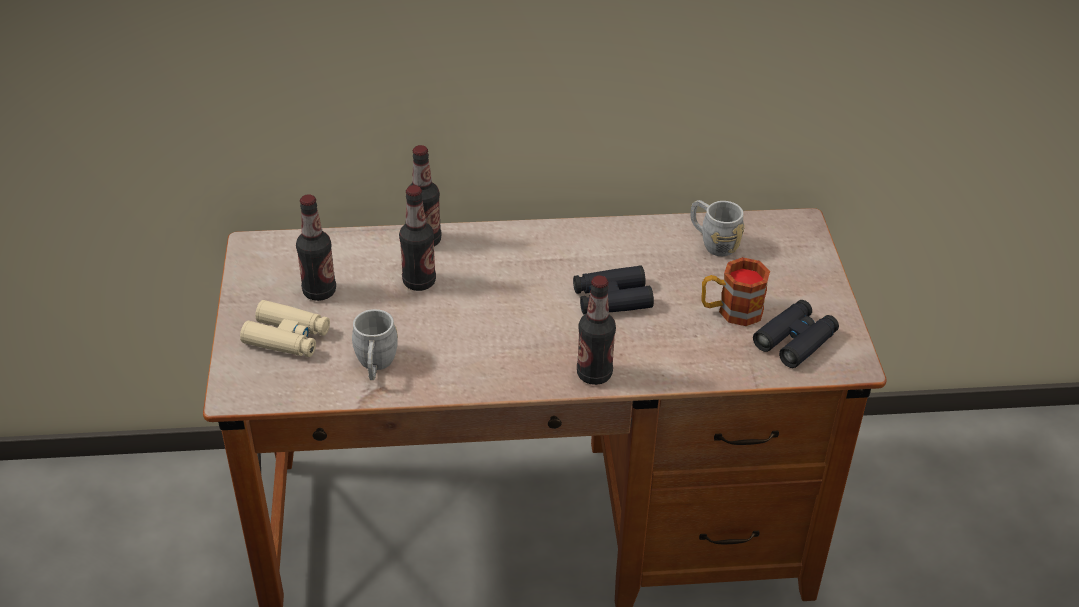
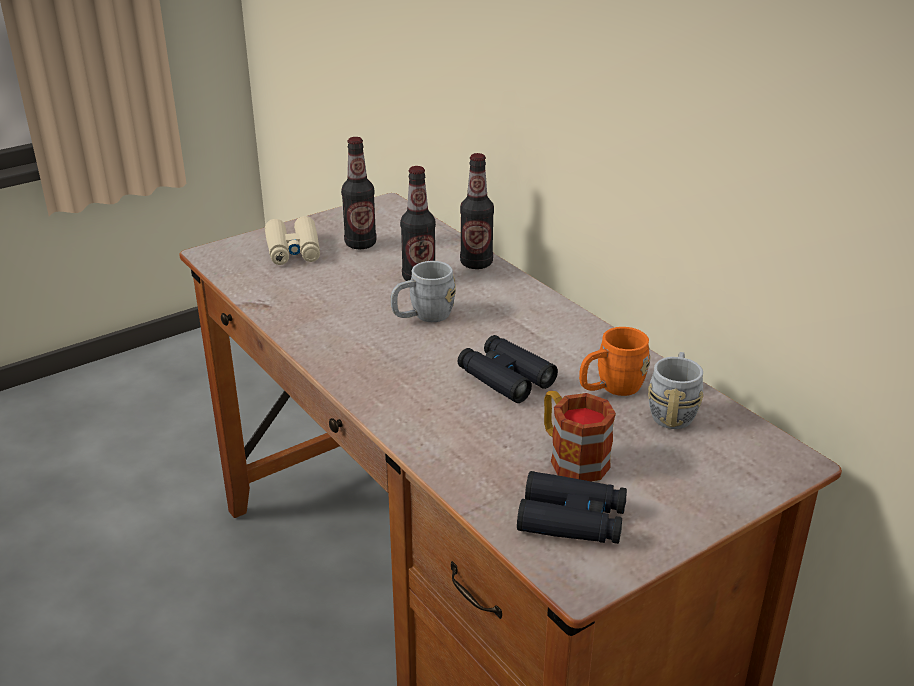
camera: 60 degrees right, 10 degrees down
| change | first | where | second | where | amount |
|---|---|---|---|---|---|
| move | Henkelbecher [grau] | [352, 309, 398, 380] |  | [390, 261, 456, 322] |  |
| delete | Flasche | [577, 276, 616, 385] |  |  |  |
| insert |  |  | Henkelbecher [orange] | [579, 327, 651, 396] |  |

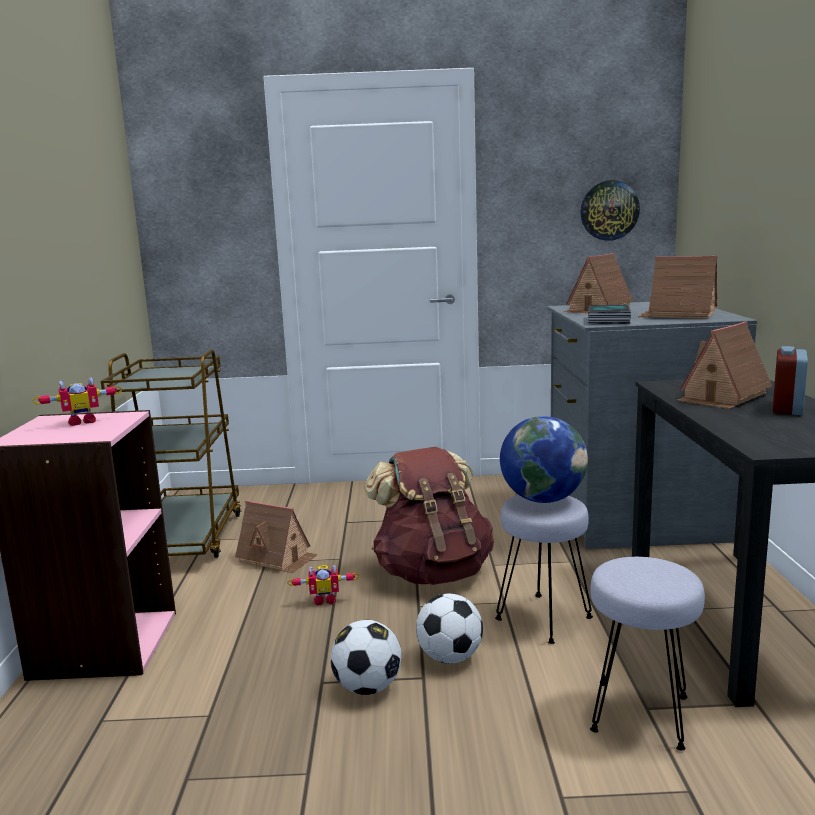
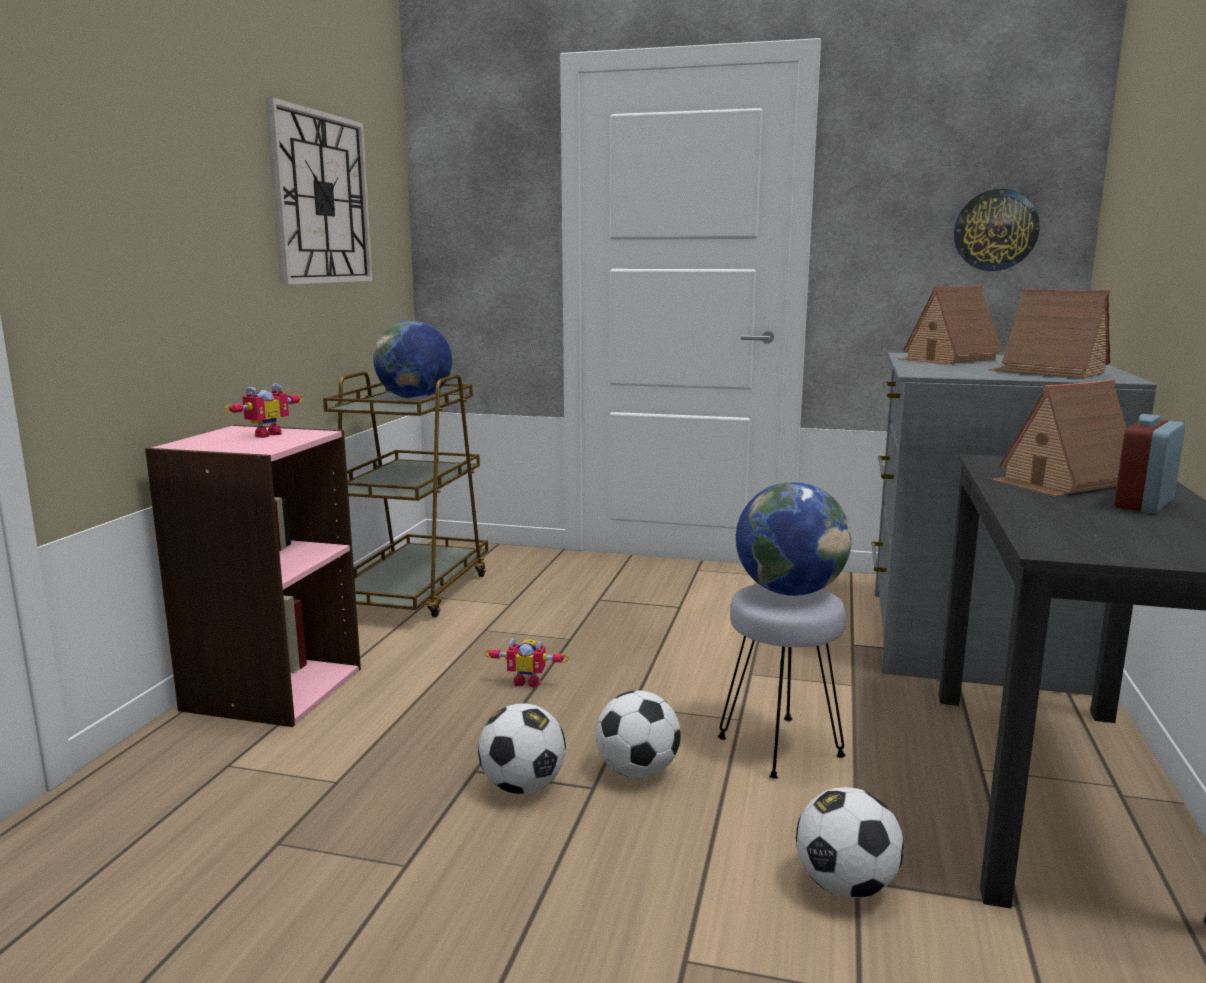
camera: 15 degrees right, 0 degrees up
| change | first | where | second | where | amount |
|---|---|---|---|---|---|
| rotate | Spielzeugroboter | [33, 377, 122, 426] |  | [225, 383, 303, 438] | 45 degrees counterclockwise |
| delete | Spielzeughaus | [235, 500, 318, 573] |  |  |  |
| delete | Rucksack [braun] | [365, 447, 494, 585] |  |  |  |
| delete | Buch | [588, 305, 631, 324] |  |  |  |
| replace | Hocker [grau] | [590, 557, 705, 750] | Fußball | [796, 787, 904, 898] |  |
| insert |  |  | Wanduhr | [265, 97, 373, 285] |  |
| insert |  |  | Globus | [373, 321, 452, 399] |  |

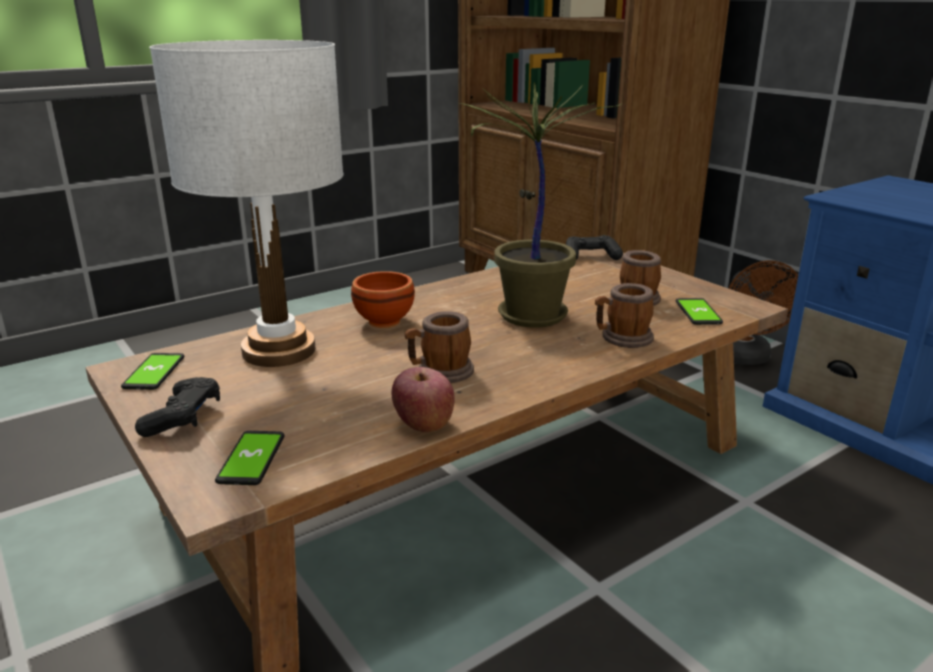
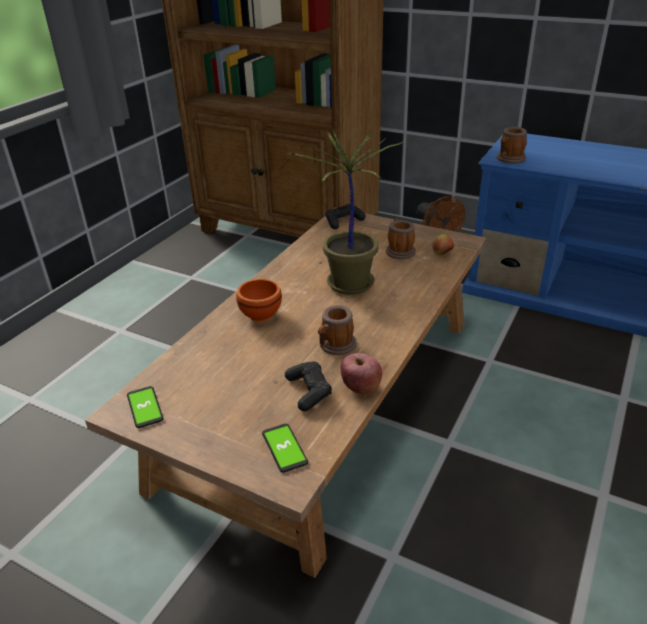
camera: 25 degrees left, 10 degrees up
| change | first | where | second | where | amount |
|---|---|---|---|---|---|
| move | Gamepad [schwarz] | [135, 377, 220, 437] |  | [285, 361, 332, 411] |  |
| delete | Tischlampe [weiß] | [149, 40, 344, 367] |  |  |  |
| move | Henkelbecher | [595, 283, 654, 348] |  | [497, 127, 527, 164] |  |
| replace | Handy | [676, 298, 723, 325] | Apfel | [433, 234, 454, 255] |  |

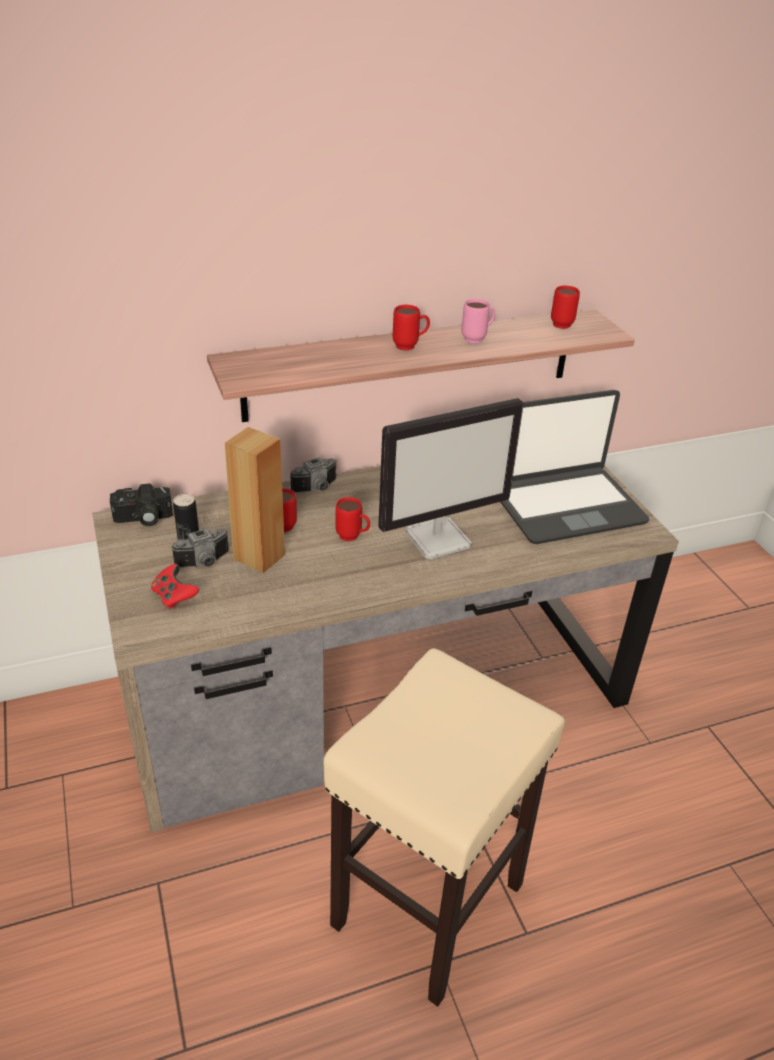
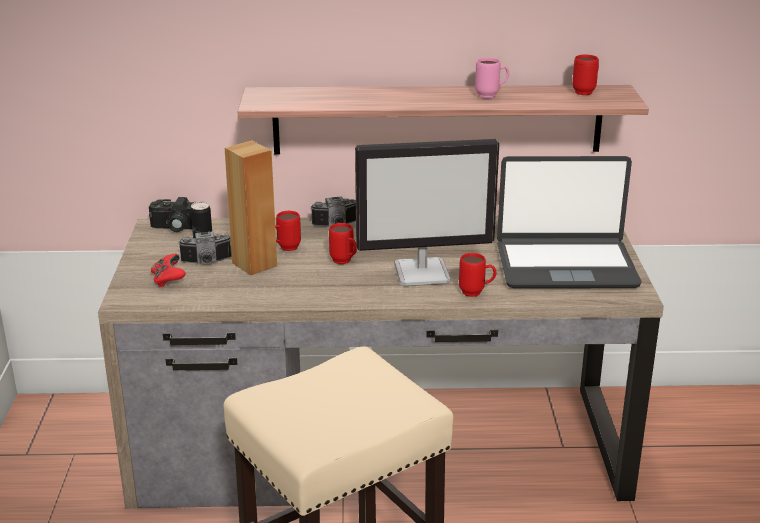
camera: 20 degrees right, 10 degrees down
| change | first | where | second | where | amount |
|---|---|---|---|---|---|
| move | Henkelbecher [rot] | [393, 305, 430, 350] |  | [459, 253, 496, 297] |  |

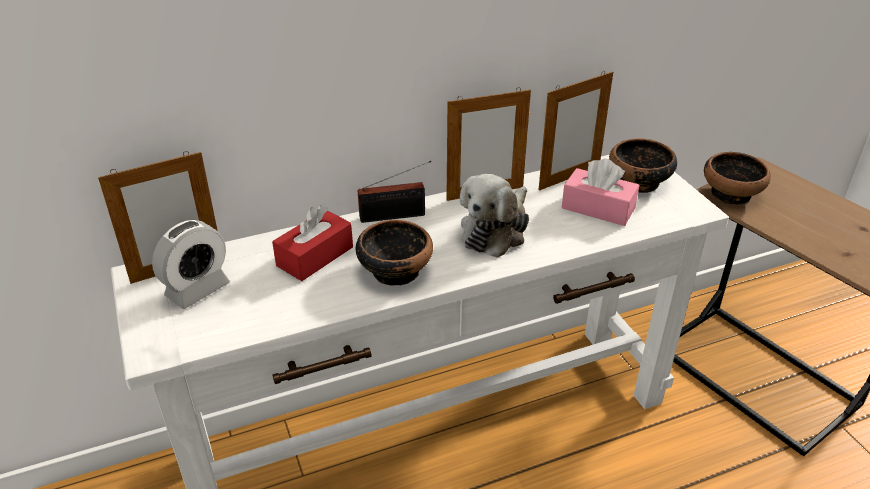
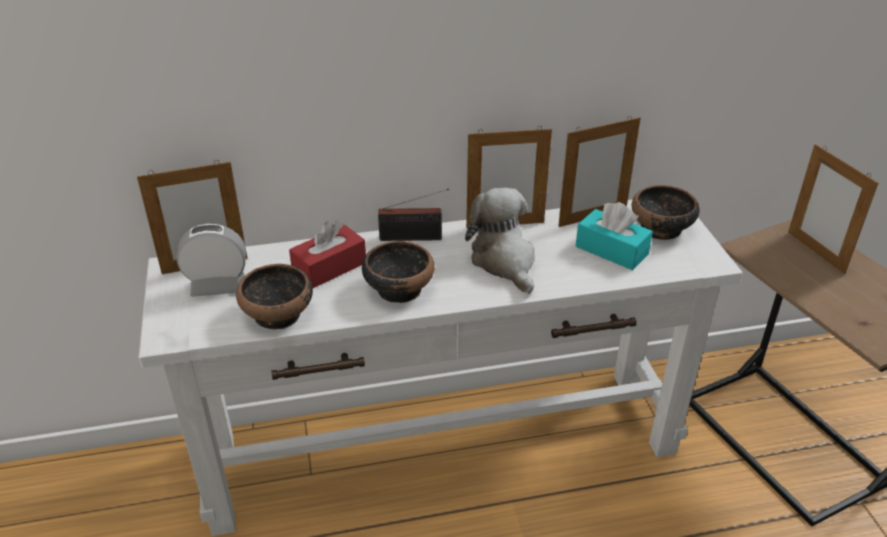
camera: 10 degrees right, 0 degrees up
| change | first | where | second | where | amount |
|---|---|---|---|---|---|
| rotate | Wecker | [152, 220, 230, 309] |  | [177, 224, 246, 297] | 150 degrees counterclockwise |
| rotate | Plüschtier | [460, 174, 529, 258] |  | [465, 187, 535, 294] | 120 degrees clockwise |
| recolor | Taschentuchbox [rosa] | [562, 158, 639, 226] | Taschentuchbox [türkis] | [576, 202, 653, 270] |  |
| move | Schüssel | [704, 152, 771, 205] |  | [236, 264, 313, 329] |  |
| insert |  |  | Bilderrahmen | [788, 144, 878, 274] |  |

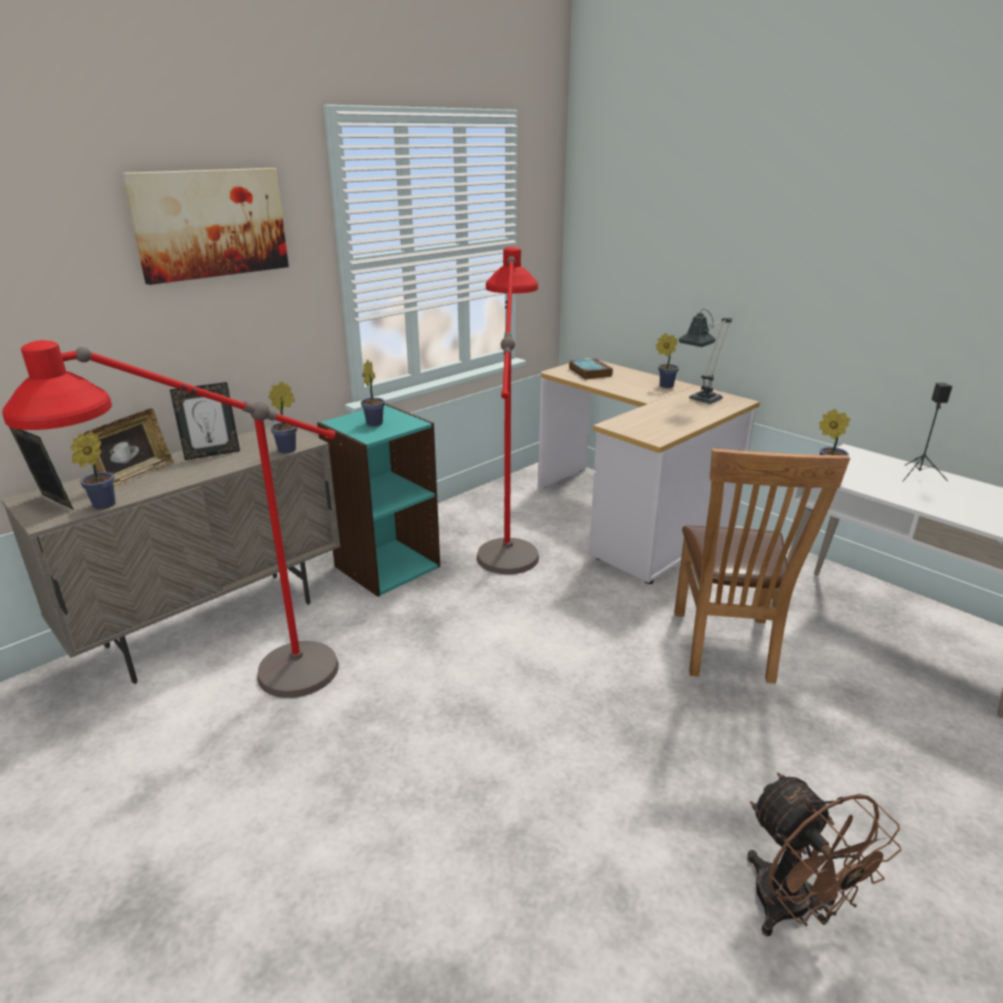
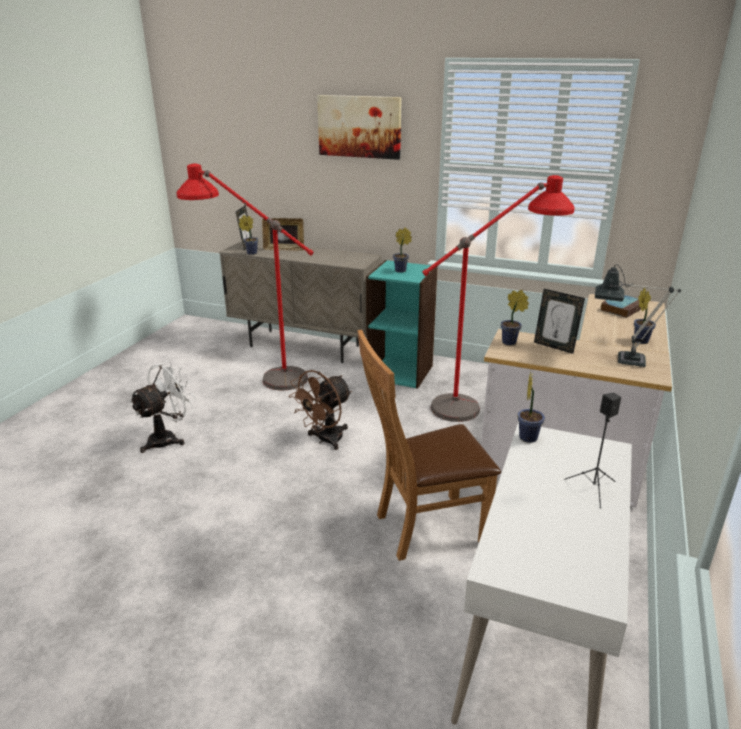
camera: 65 degrees right, 0 degrees up
| change | first | where | second | where | amount |
|---|---|---|---|---|---|
| move | Bilderrahmen | [170, 382, 240, 460] |  | [534, 289, 585, 354] |  |
| move | Topfpflanze | [269, 381, 297, 453] |  | [501, 290, 529, 345] |  |
| move | Ventilator [braun] | [747, 773, 901, 936] |  | [289, 370, 352, 450] |  |
| insert |  |  | Ventilator [weiß] | [129, 361, 196, 453] |  |

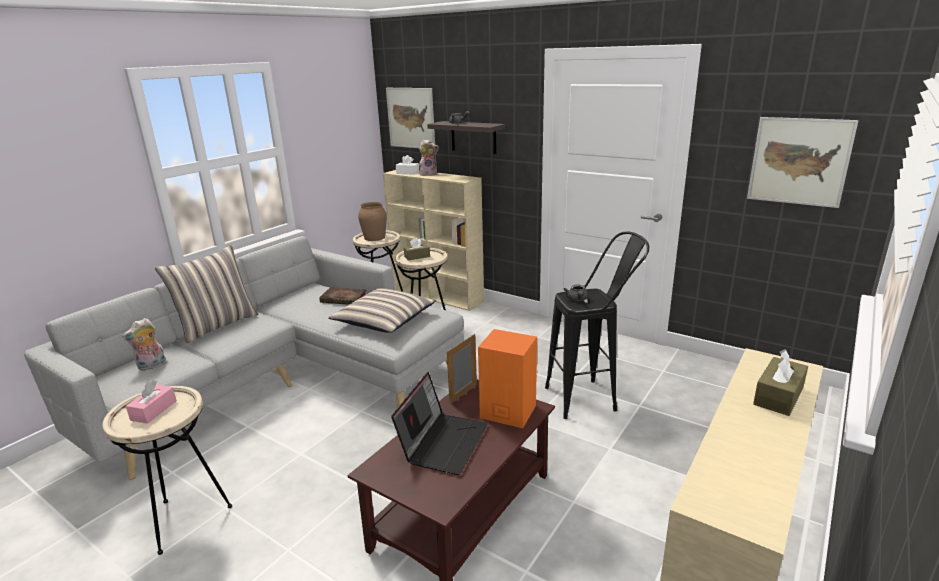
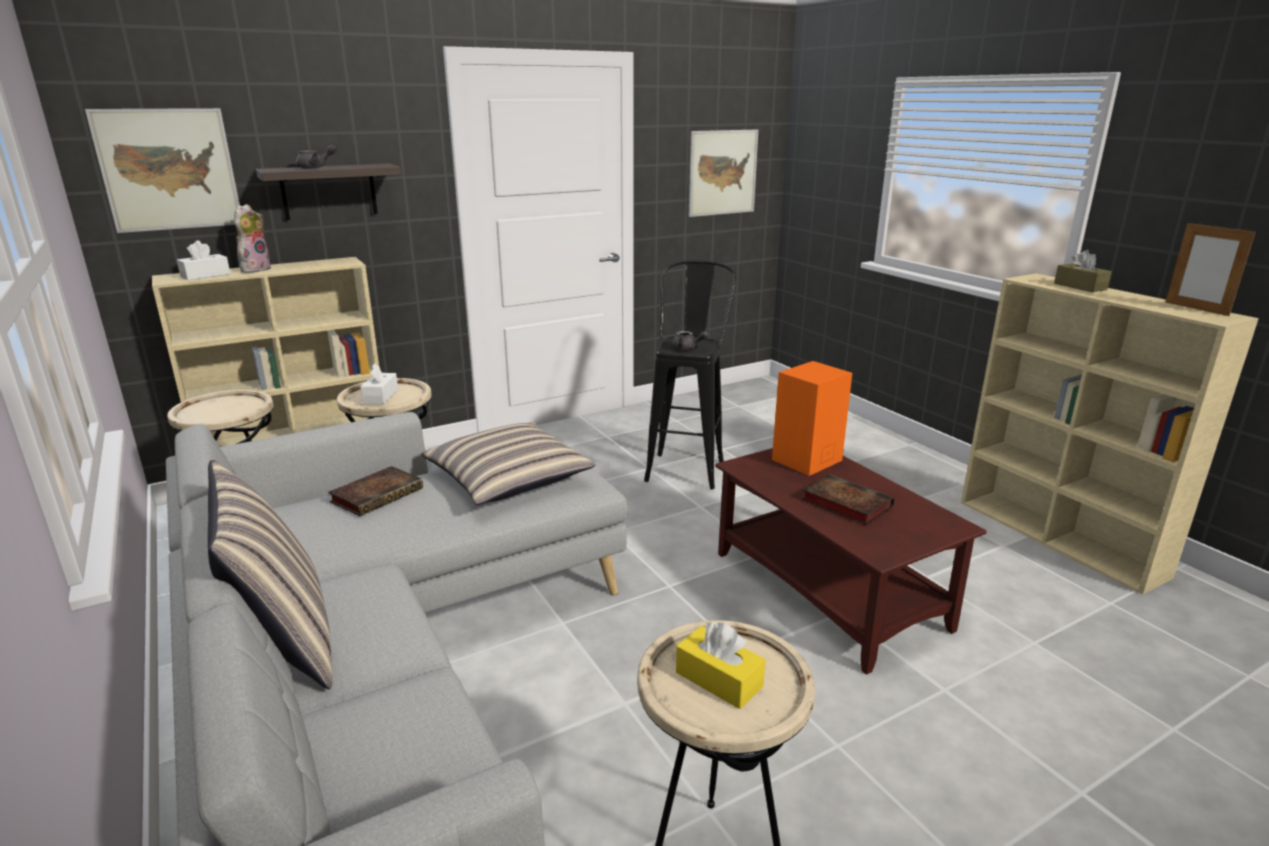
camera: 65 degrees left, 0 degrees up
| change | first | where | second | where | amount |
|---|---|---|---|---|---|
| delete | Plüschtier | [122, 318, 166, 371] |  |  |  |
| recolor | Taschentuchbox [rosa] | [126, 380, 177, 424] | Taschentuchbox [gelb] | [676, 622, 766, 709] |  |
| delete | Vase [braun] | [358, 202, 387, 241] |  |  |  |
| replace | Laptop | [391, 372, 488, 475] | Buch | [802, 474, 894, 525] |  |
| recolor | Taschentuchbox [braun] | [404, 237, 430, 261] | Taschentuchbox [weiß] | [360, 363, 398, 404] |  |
| move | Bilderrahmen | [447, 334, 477, 404] |  | [1165, 221, 1256, 316] |  |

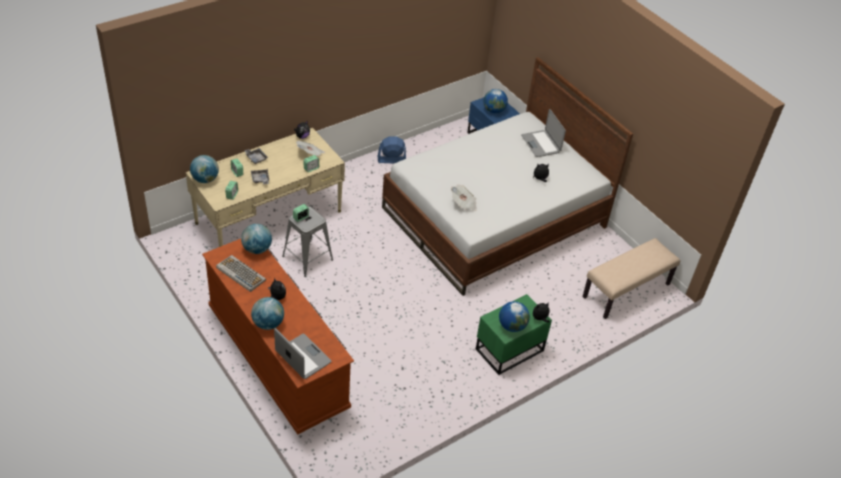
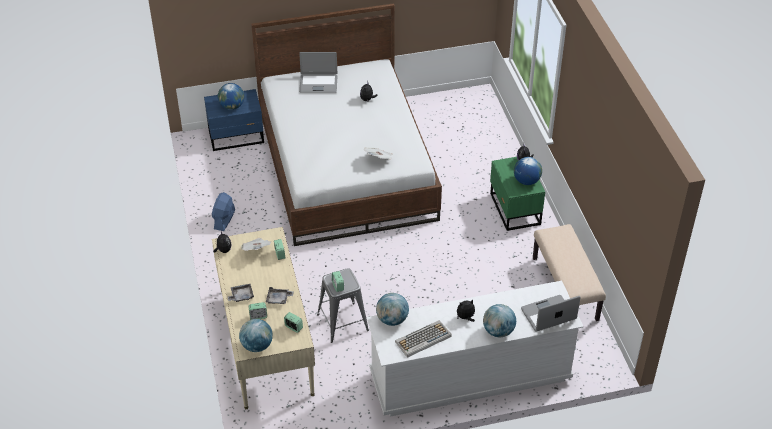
camera: 65 degrees left, 0 degrees up
| change | first | where | second | where | amount |
|---|---|---|---|---|---|
| recolor | Kommode [braun] | [202, 239, 354, 435] | Kommode [weiß] | [367, 281, 583, 417] |  |
| move | Bank [beige] | [582, 238, 680, 319] |  | [533, 224, 606, 321] |  |

